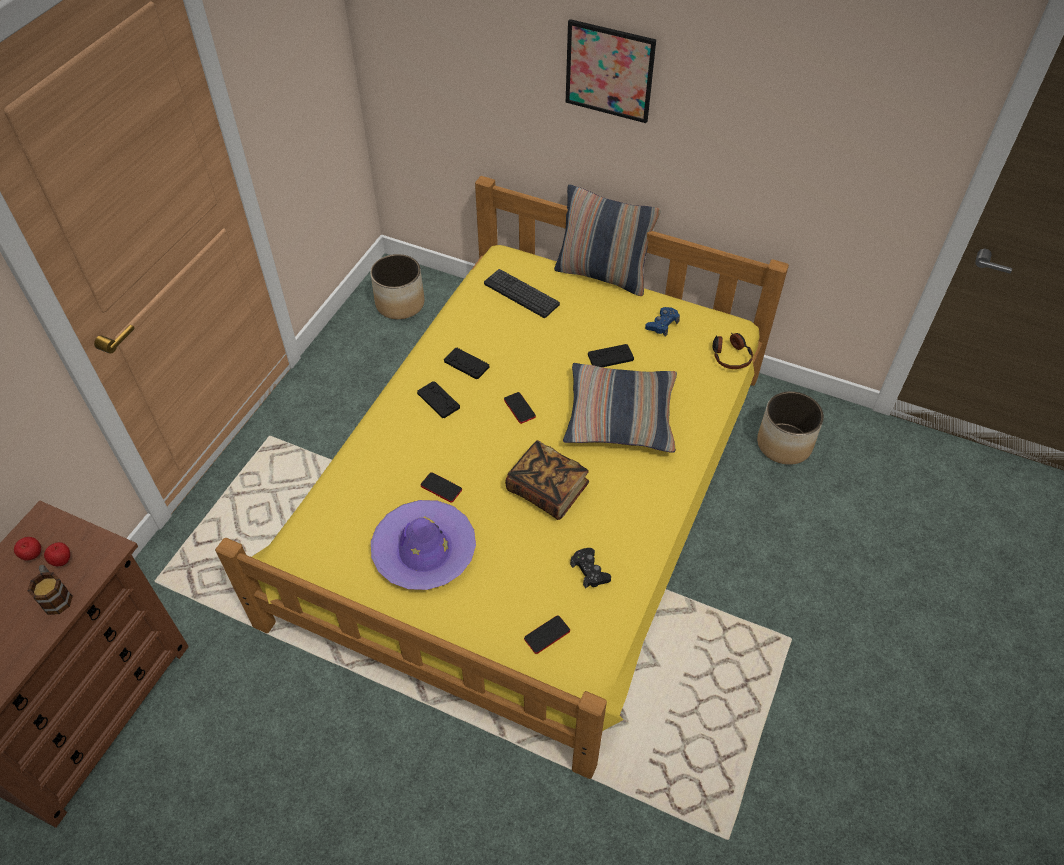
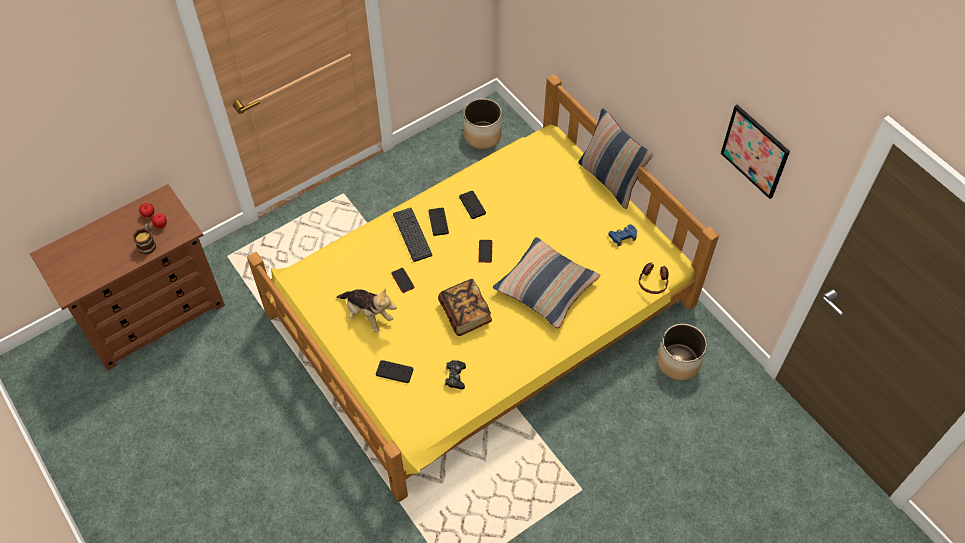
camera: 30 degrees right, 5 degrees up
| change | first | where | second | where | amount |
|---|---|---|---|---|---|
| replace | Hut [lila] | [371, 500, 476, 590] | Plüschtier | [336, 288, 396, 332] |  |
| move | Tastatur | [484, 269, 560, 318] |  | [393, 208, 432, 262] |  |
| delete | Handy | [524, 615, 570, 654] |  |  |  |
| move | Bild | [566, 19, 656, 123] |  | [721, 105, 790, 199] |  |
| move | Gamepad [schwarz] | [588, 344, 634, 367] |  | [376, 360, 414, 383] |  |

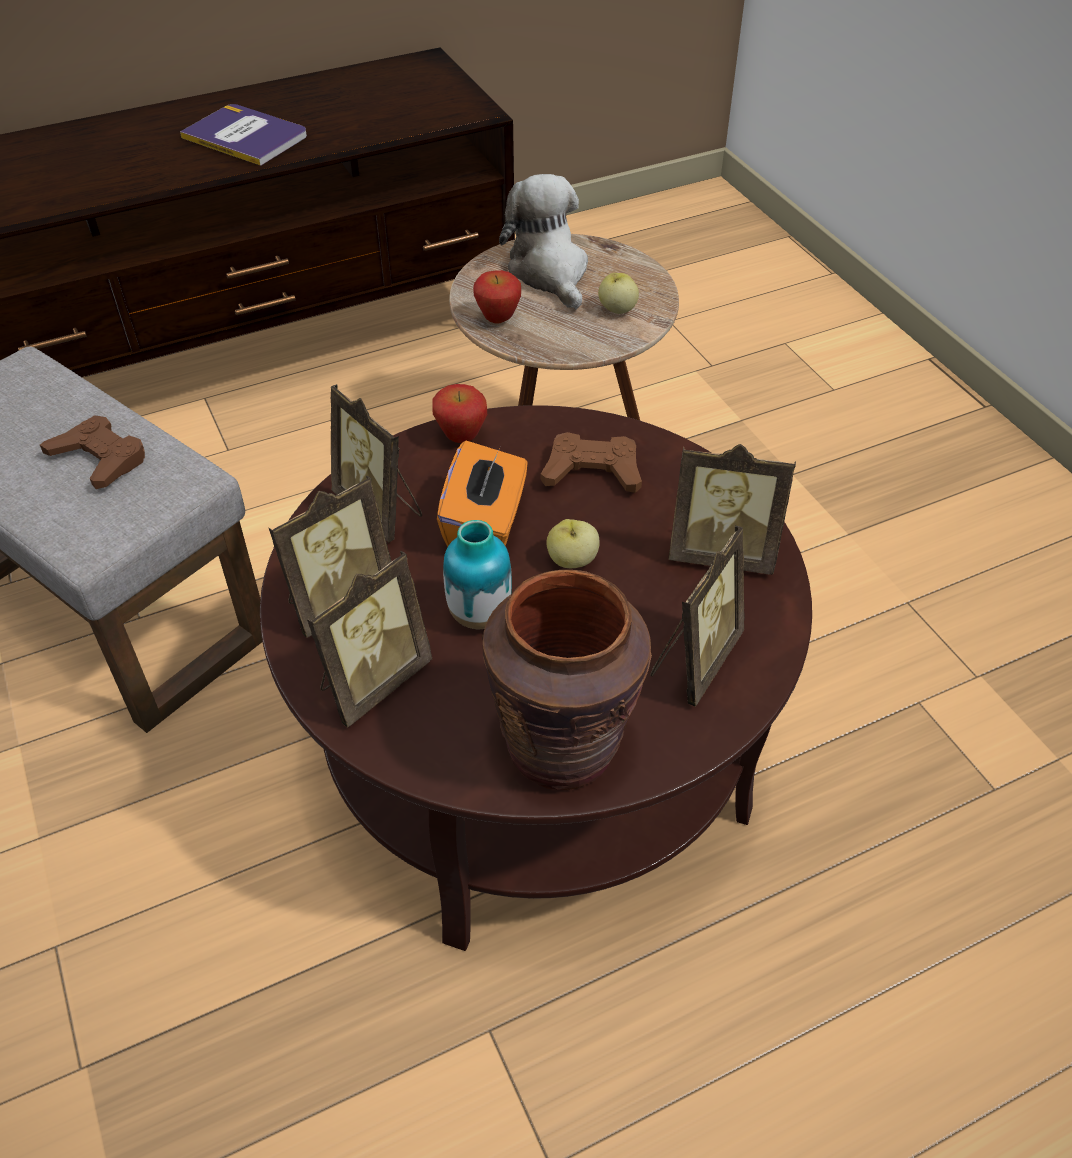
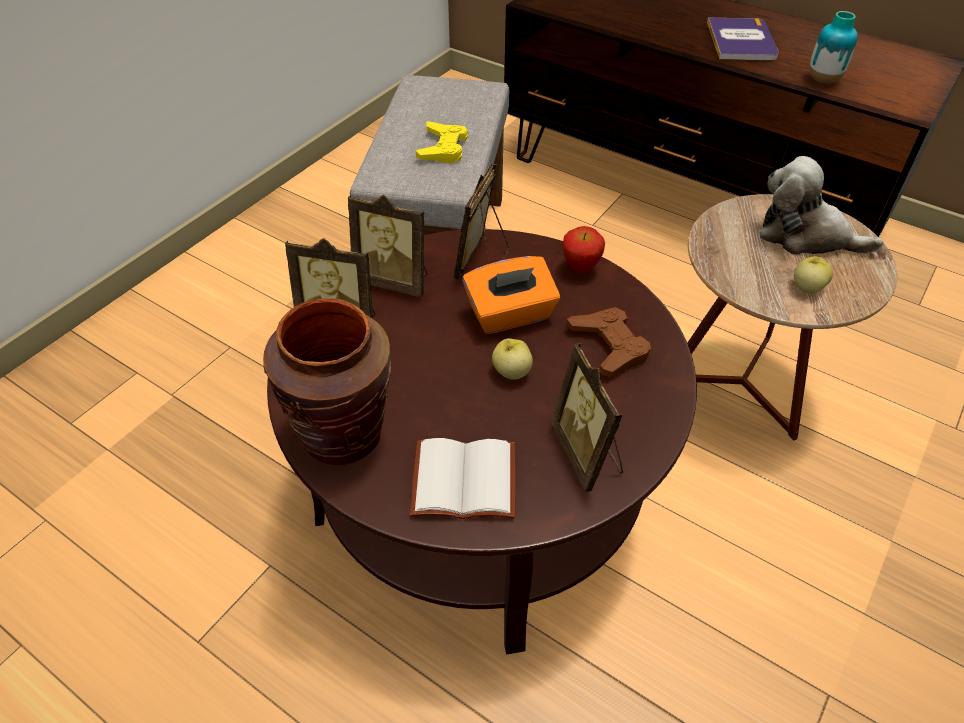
camera: 60 degrees right, 0 degrees up
| change | first | where | second | where | amount |
|---|---|---|---|---|---|
| recolor | Gamepad [braun] | [40, 415, 145, 489] | Gamepad [gelb] | [416, 121, 468, 163] |  |
| move | Vase | [443, 520, 512, 629] |  | [809, 11, 858, 83] |  |
| delete | Apfel | [473, 270, 521, 324] |  |  |  |
| rotate | Plüschtier | [499, 174, 588, 309] |  | [760, 156, 883, 255] | 105 degrees counterclockwise |
| replace | Bilderrahmen | [650, 526, 745, 707] | Buch [weiß] | [410, 438, 516, 519] |  |

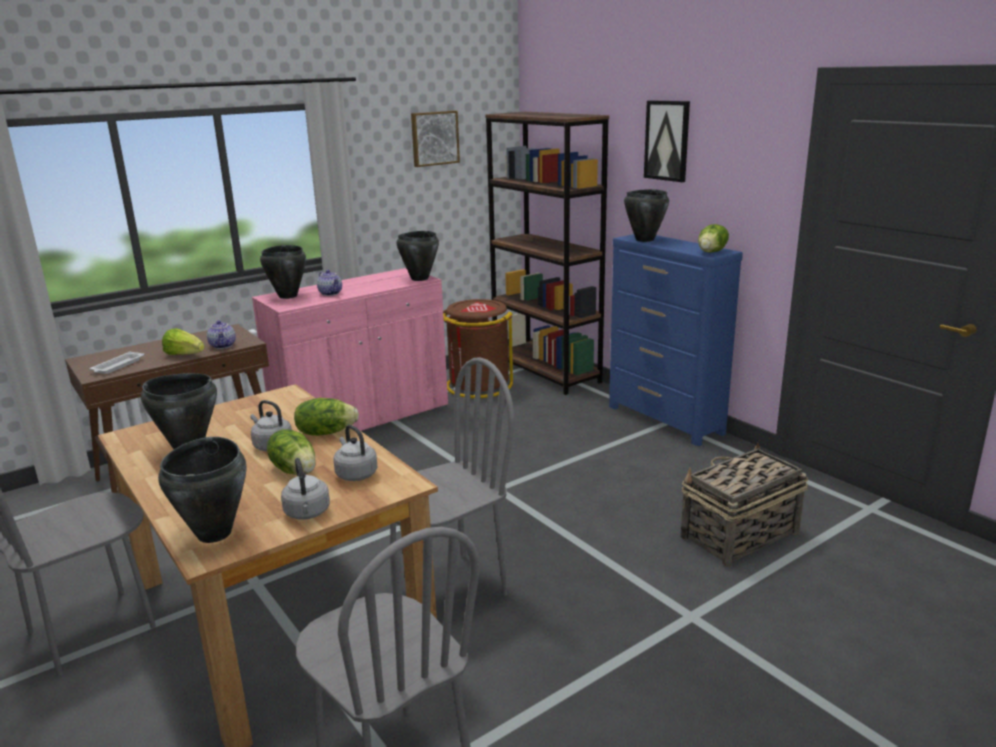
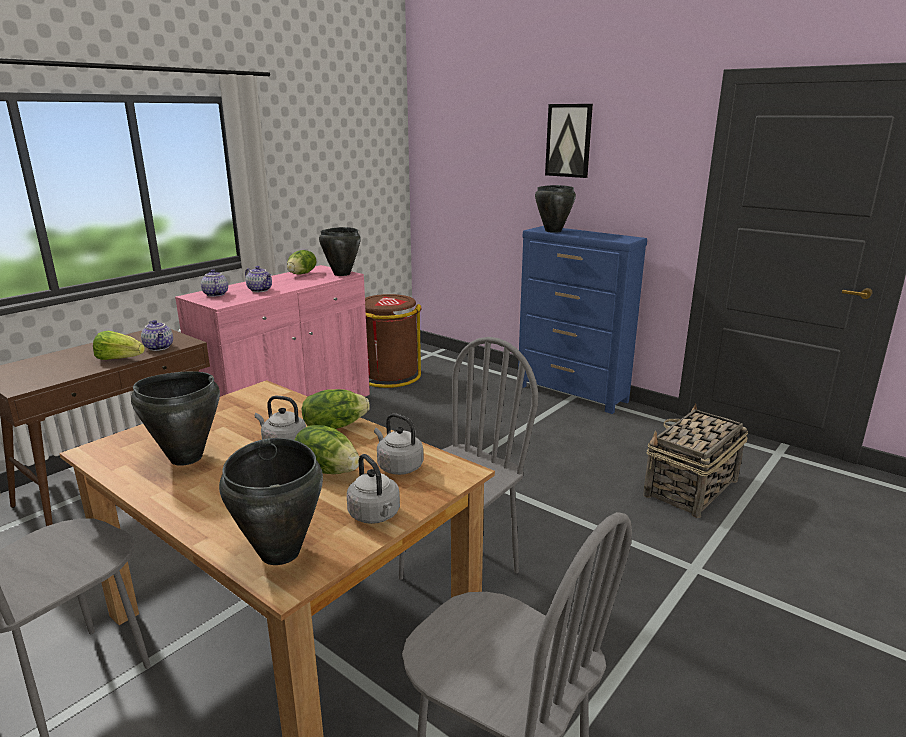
camera: 15 degrees left, 0 degrees up
| change | first | where | second | where | amount |
|---|---|---|---|---|---|
| delete | Tablett [weiß] | [89, 351, 144, 374] |  |  |  |
| replace | Kochtopf [schwarz] | [260, 245, 306, 299] | Teekanne | [201, 269, 228, 297] |  |
| delete | Bild | [411, 111, 460, 167] |  |  |  |
| delete | Bücherregal [braun] | [485, 112, 609, 395] |  |  |  |
| move | Salatkopf | [698, 224, 729, 253] |  | [287, 250, 316, 275] |  |

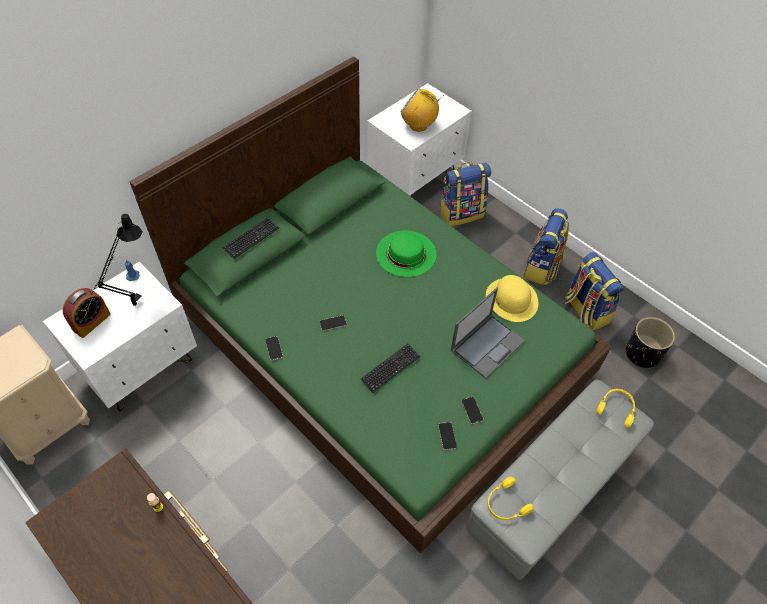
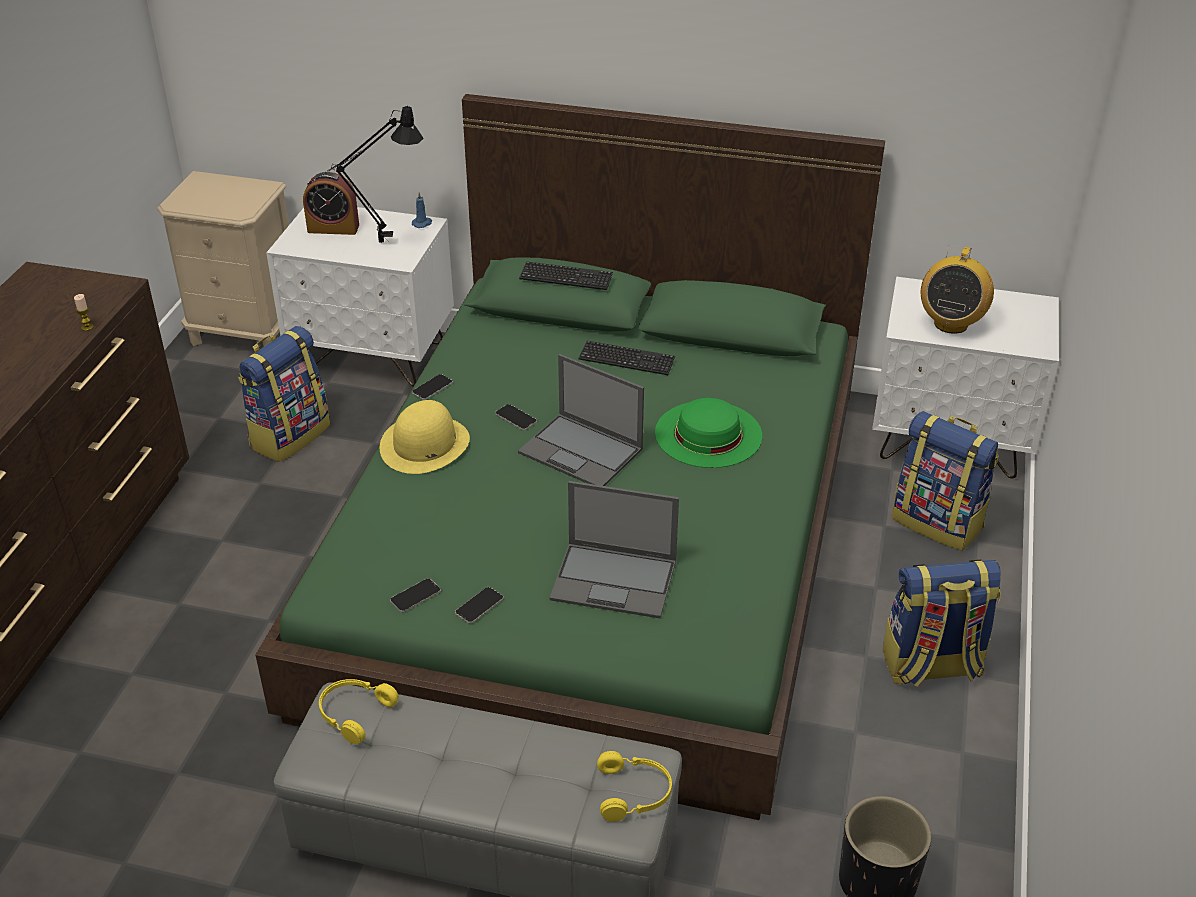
camera: 60 degrees right, 15 degrees down
| change | first | where | second | where | amount |
|---|---|---|---|---|---|
| move | Tastatur | [361, 344, 421, 393] |  | [578, 341, 675, 375] |  |
| rotate | Radio | [401, 89, 444, 131] |  | [921, 245, 994, 334] | 150 degrees counterclockwise |
| move | Hut [gelb] | [486, 275, 538, 322] |  | [380, 400, 470, 474] |  |
| move | Rucksack | [564, 252, 624, 331] |  | [238, 326, 330, 462] |  |
| insert |  |  | Laptop | [518, 354, 644, 486] |  |

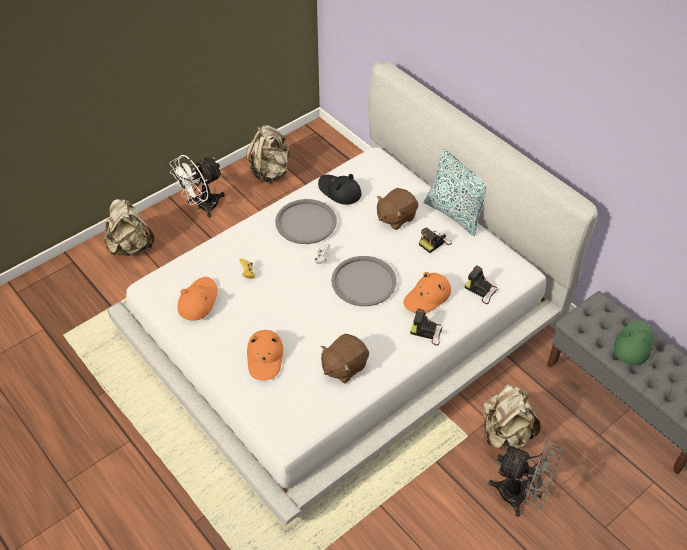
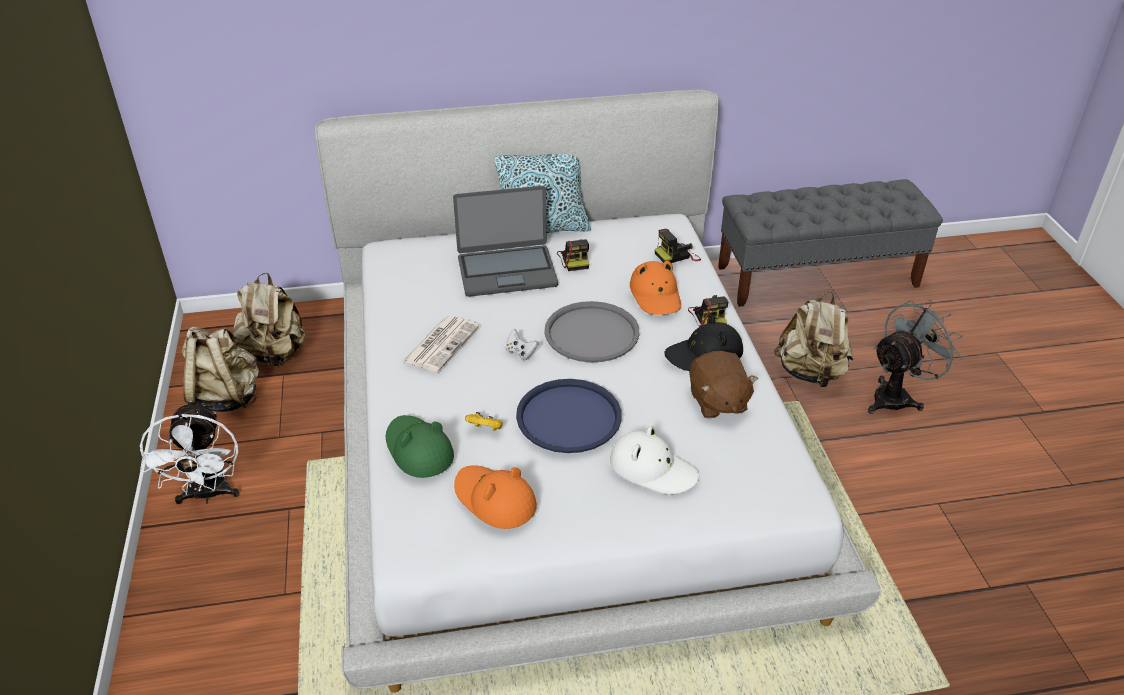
camera: 60 degrees left, 10 degrees down
| change | first | where | second | where | amount |
|---|---|---|---|---|---|
| move | Rucksack [beige] | [104, 199, 154, 256] |  | [233, 273, 305, 367] |  |
| recolor | Hut [orange] | [247, 330, 283, 380] | Hut [weiß] | [610, 426, 699, 494] |  |
| replace | Tablett [grau] | [275, 199, 337, 244] | Zeitung | [402, 315, 479, 372] |  |
| move | Hut [schwarz] | [318, 174, 361, 205] |  | [664, 316, 743, 371] |  |
| replace | Plüschtier [braun] | [377, 188, 418, 230] | Laptop | [453, 186, 558, 297] |  |
| rotate | Kamera | [410, 308, 443, 346] |  | [688, 295, 728, 327] | 60 degrees counterclockwise |
| move | Hut [grün] | [614, 321, 653, 365] |  | [386, 415, 454, 478] |  |
| insert |  |  | Tablett [blau] | [516, 379, 622, 453] |  |

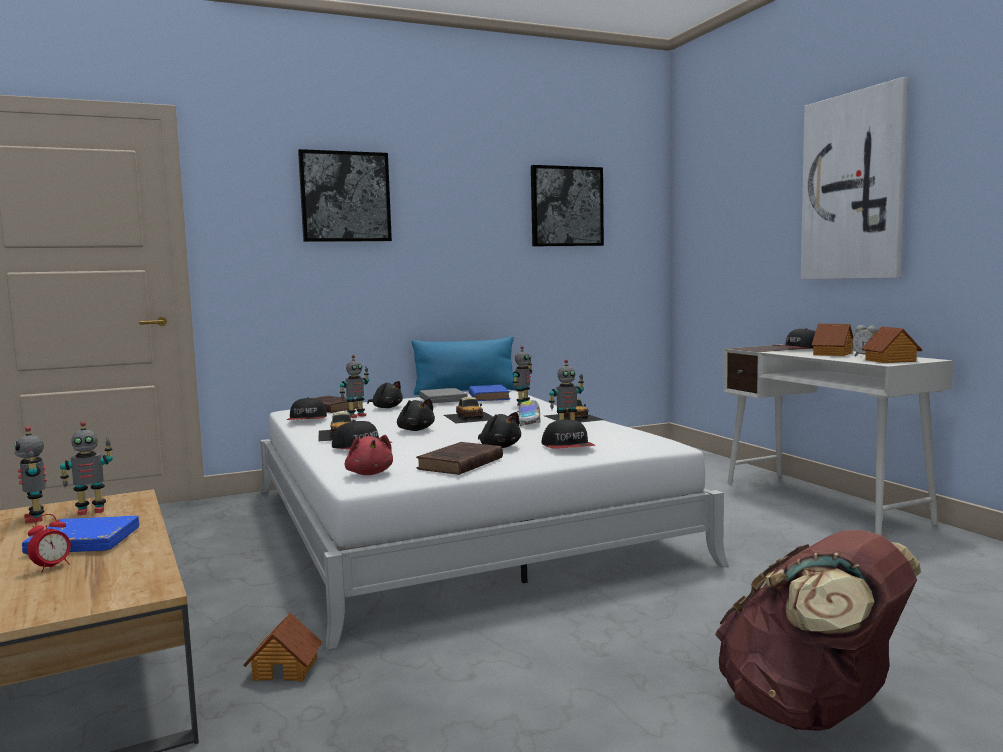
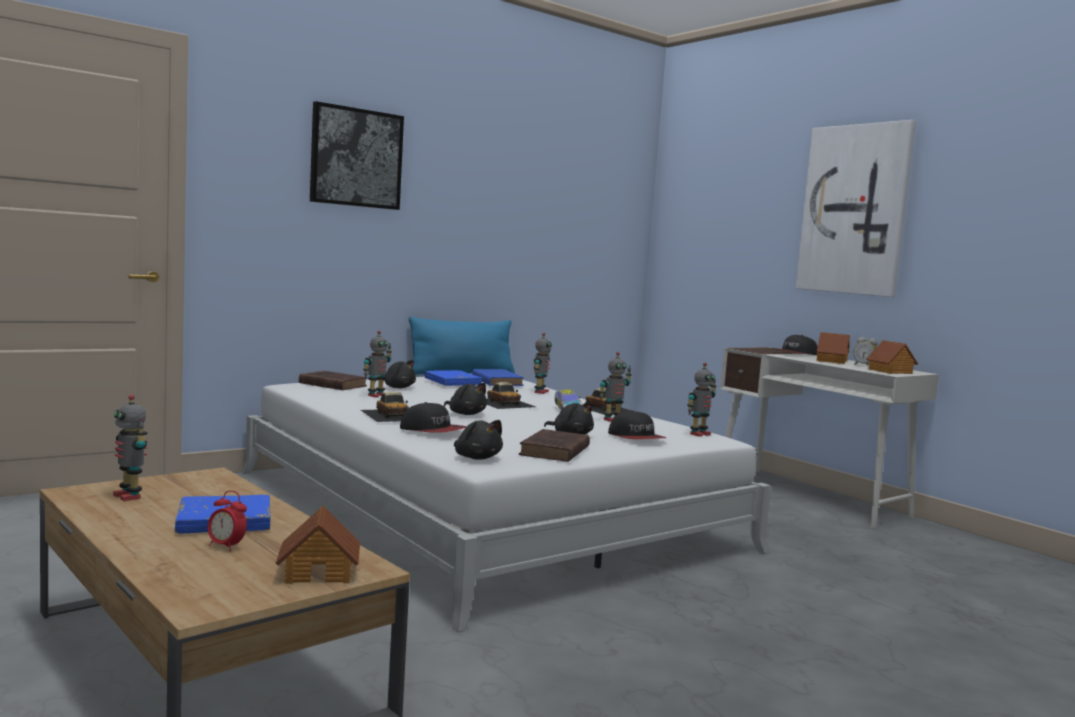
camera: 15 degrees left, 0 degrees up
| change | first | where | second | where | amount |
|---|---|---|---|---|---|
| rotate | Wecker | [28, 514, 71, 572] |  | [208, 491, 247, 551] | 90 degrees clockwise |
| move | Spielzeugroboter | [60, 421, 113, 516] |  | [687, 363, 716, 437] |  |
| move | Spielzeughaus | [244, 612, 322, 682] |  | [276, 505, 360, 584] |  |
| delete | Kappe | [287, 397, 327, 420] |  |  |  |
| recolor | Plüschtier [rot] | [345, 435, 393, 475] | Plüschtier [schwarz] | [454, 420, 503, 460] |  |
| recolor | Buch [grau] | [419, 388, 467, 403] | Buch [blau] | [425, 370, 482, 386] |  |
| delete | Bild | [531, 165, 604, 247] |  |  |  |
| delete | Rucksack [braun] | [715, 530, 921, 731] |  |  |  |

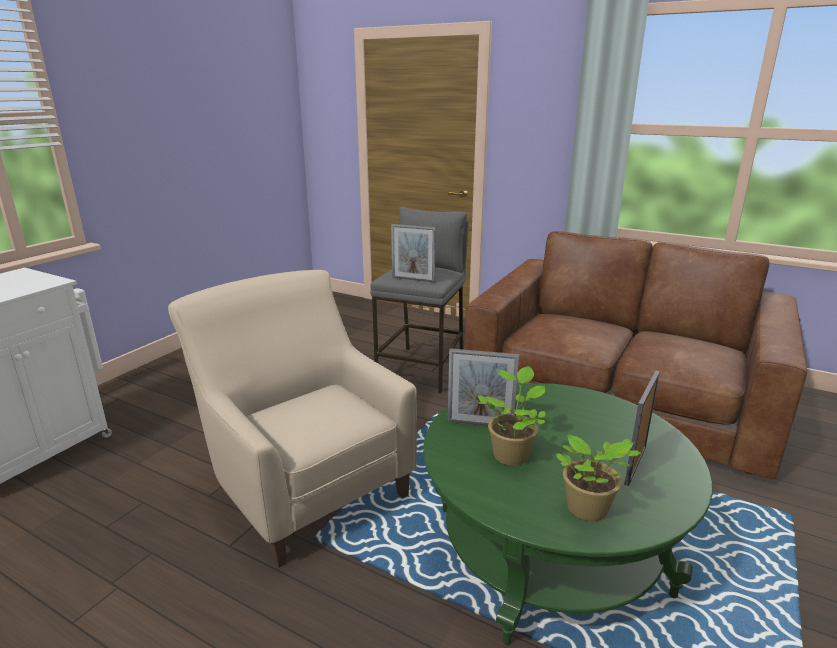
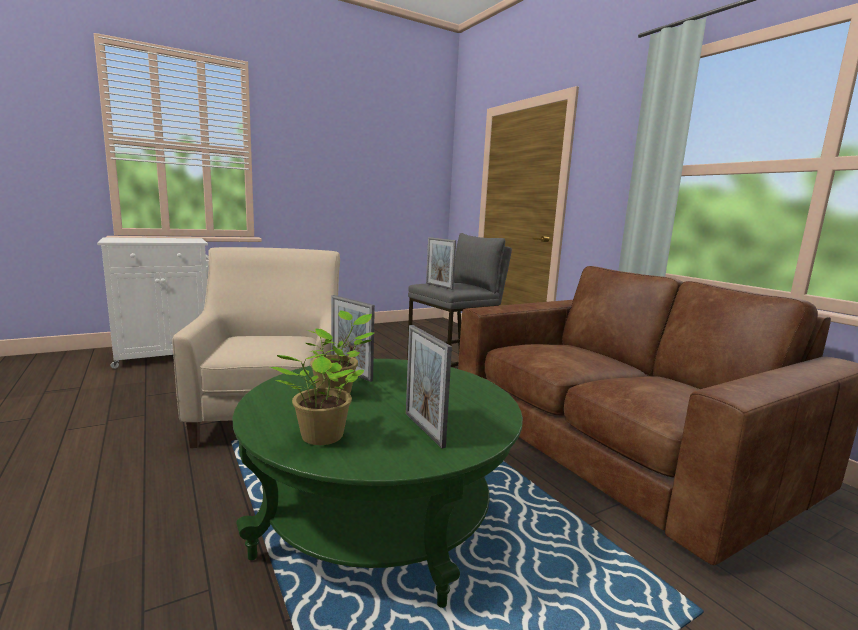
camera: 30 degrees right, 10 degrees down
| change | first | where | second | where | amount |
|---|---|---|---|---|---|
| rotate | Bilderrahmen | [624, 371, 660, 486] |  | [406, 325, 452, 448] | 90 degrees counterclockwise |

